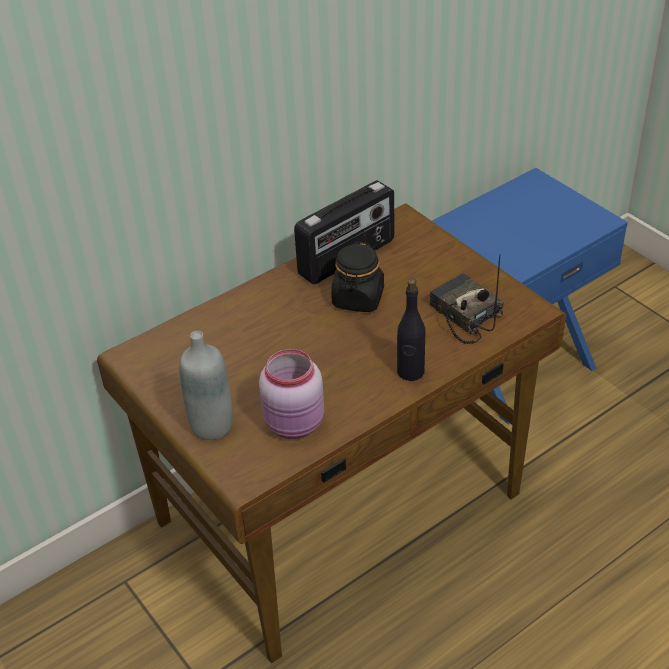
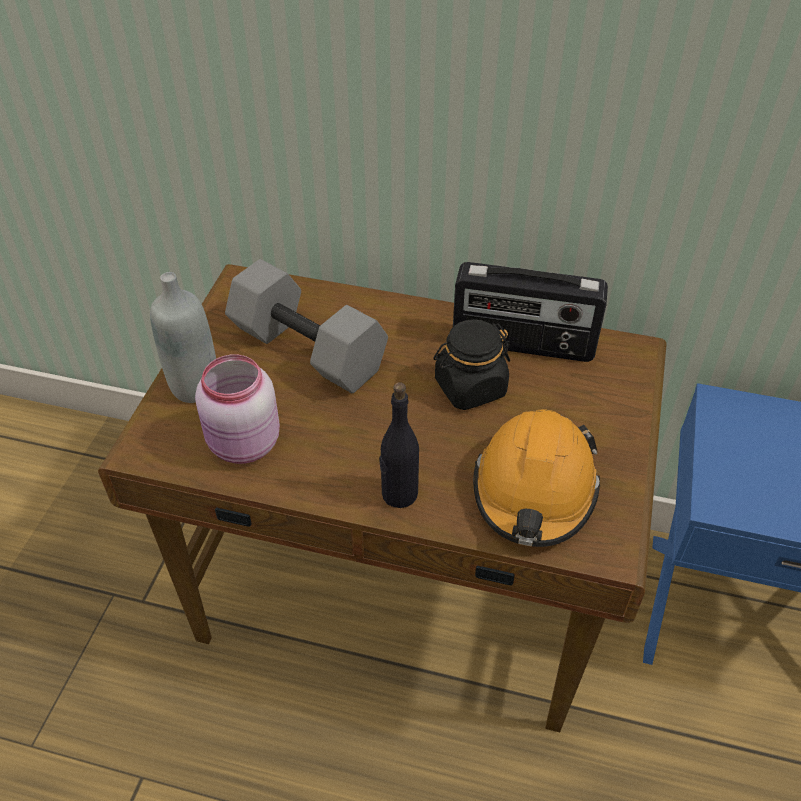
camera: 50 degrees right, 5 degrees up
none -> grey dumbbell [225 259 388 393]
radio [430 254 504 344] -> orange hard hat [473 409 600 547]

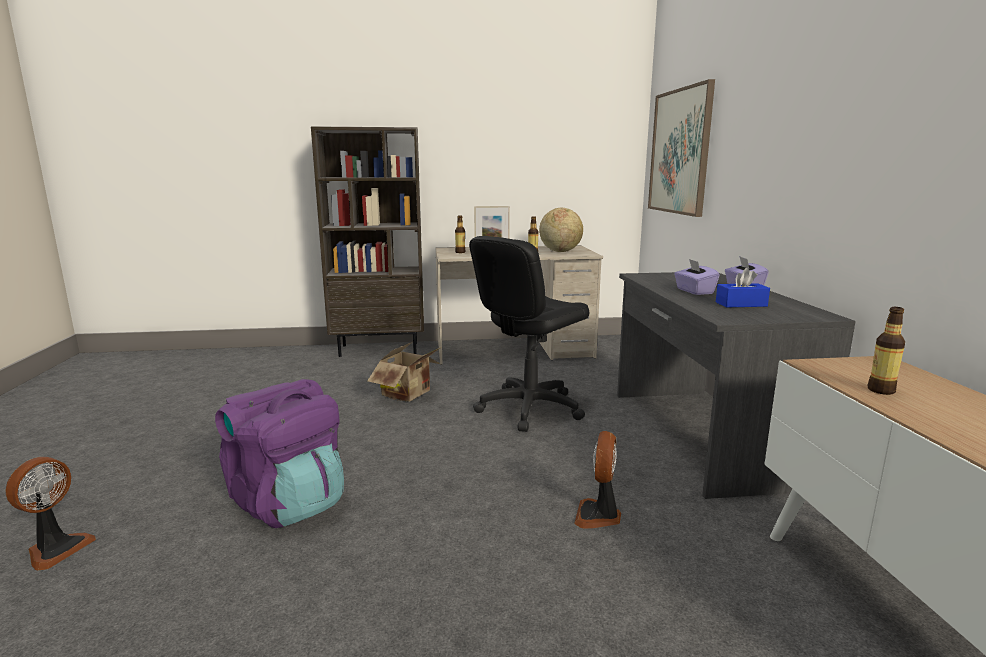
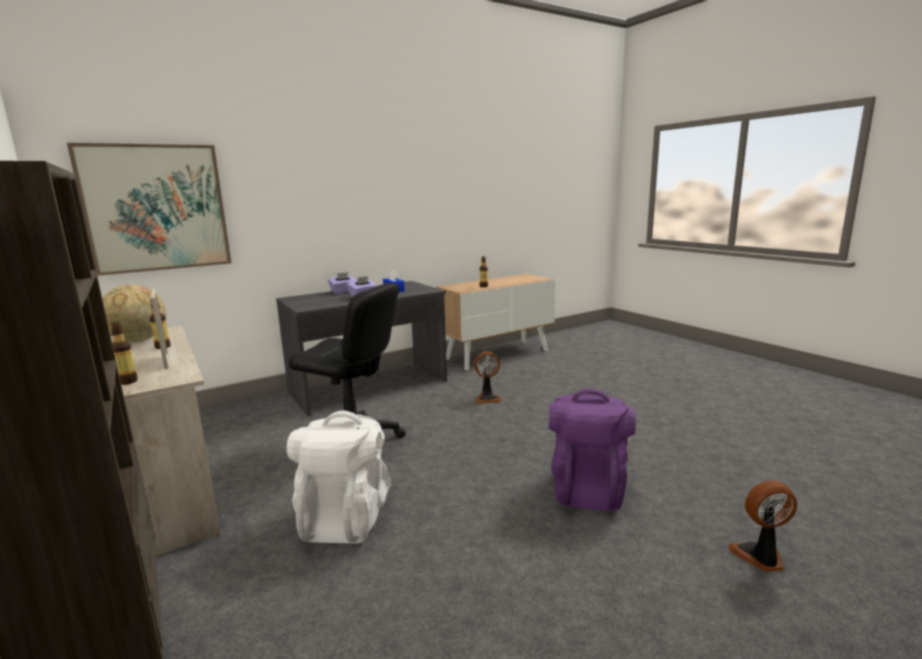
camera: 115 degrees left, 0 degrees up
cardboard box [367 342 440 402] -> white backpack [287 411 391 544]

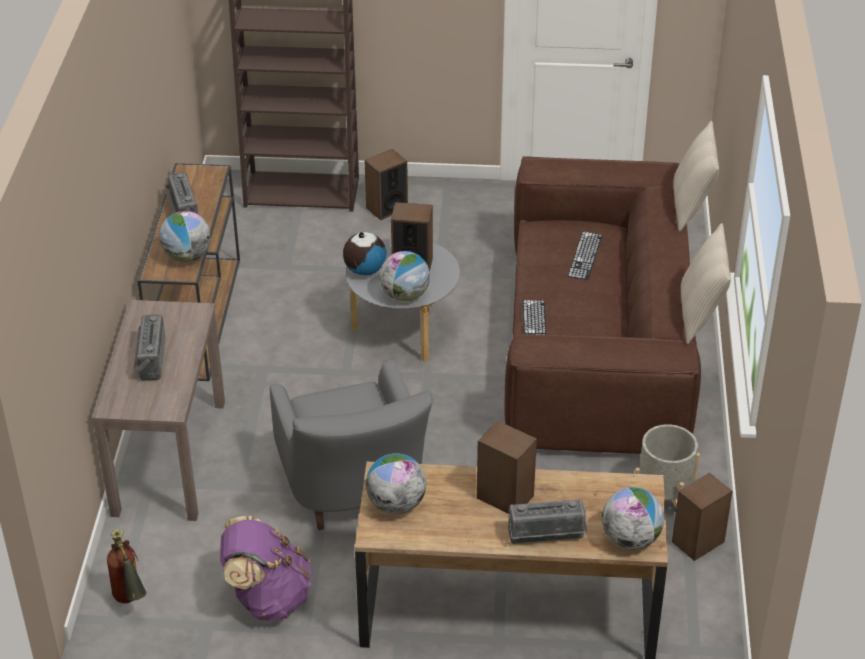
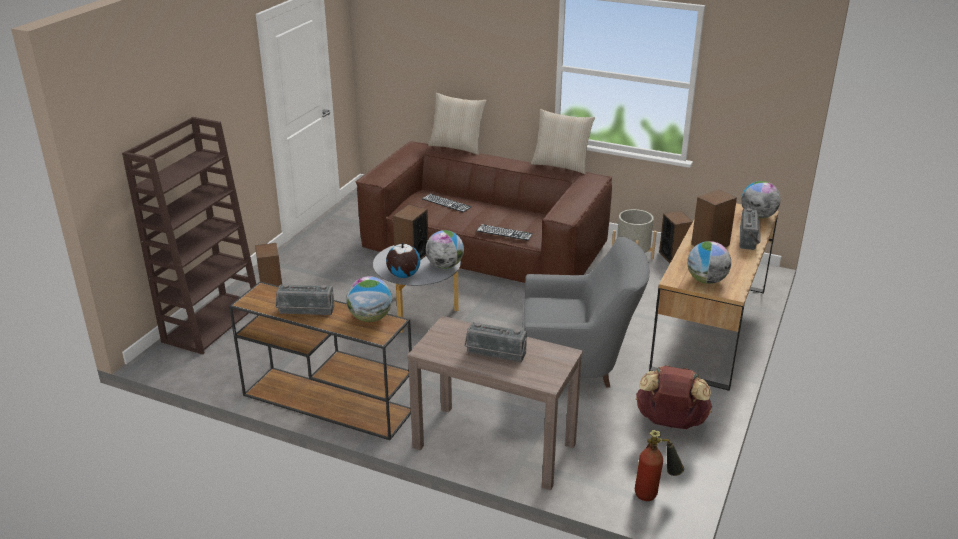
camera: 70 degrees left, 10 degrees down
purple backpack [220 516 311 620] -> brown backpack [636 365 712 429]

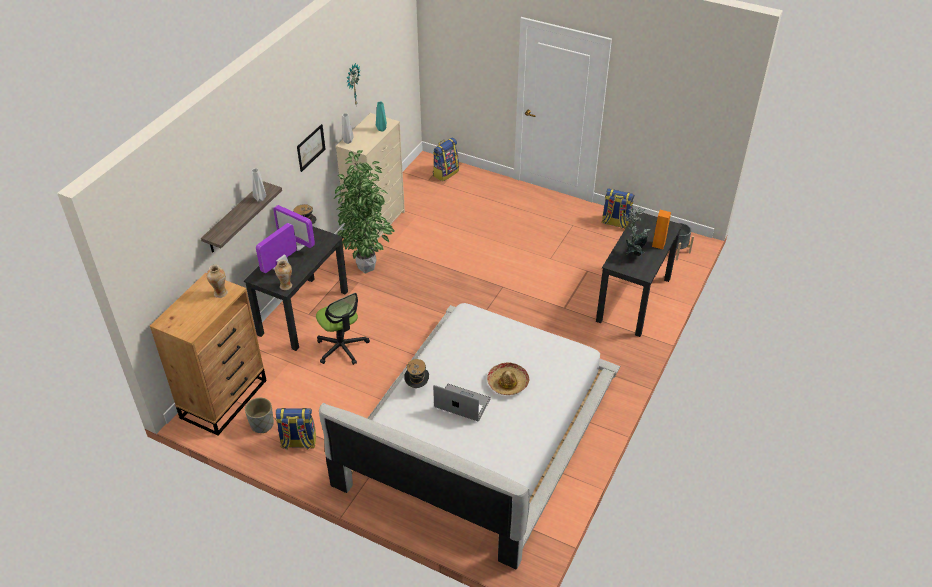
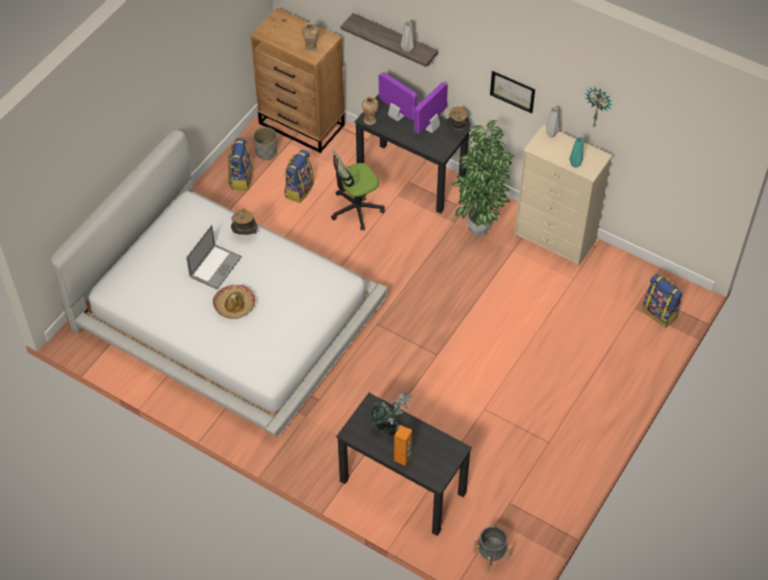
camera: 95 degrees right, 10 degrees up
backpack [602 188 634 229] -> backpack [284 149 314 203], relocated

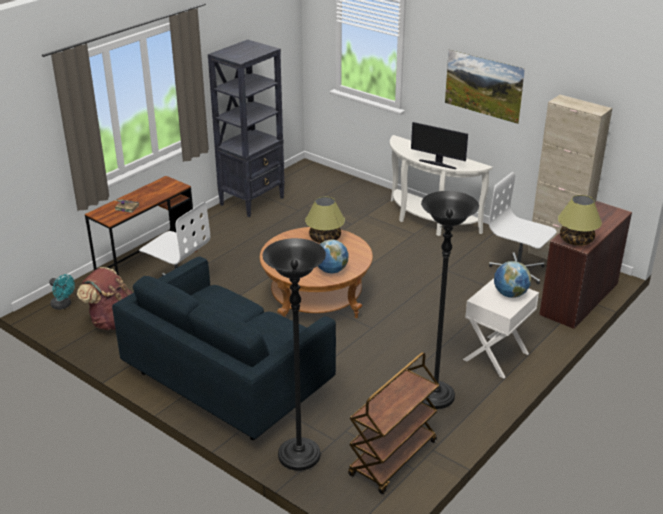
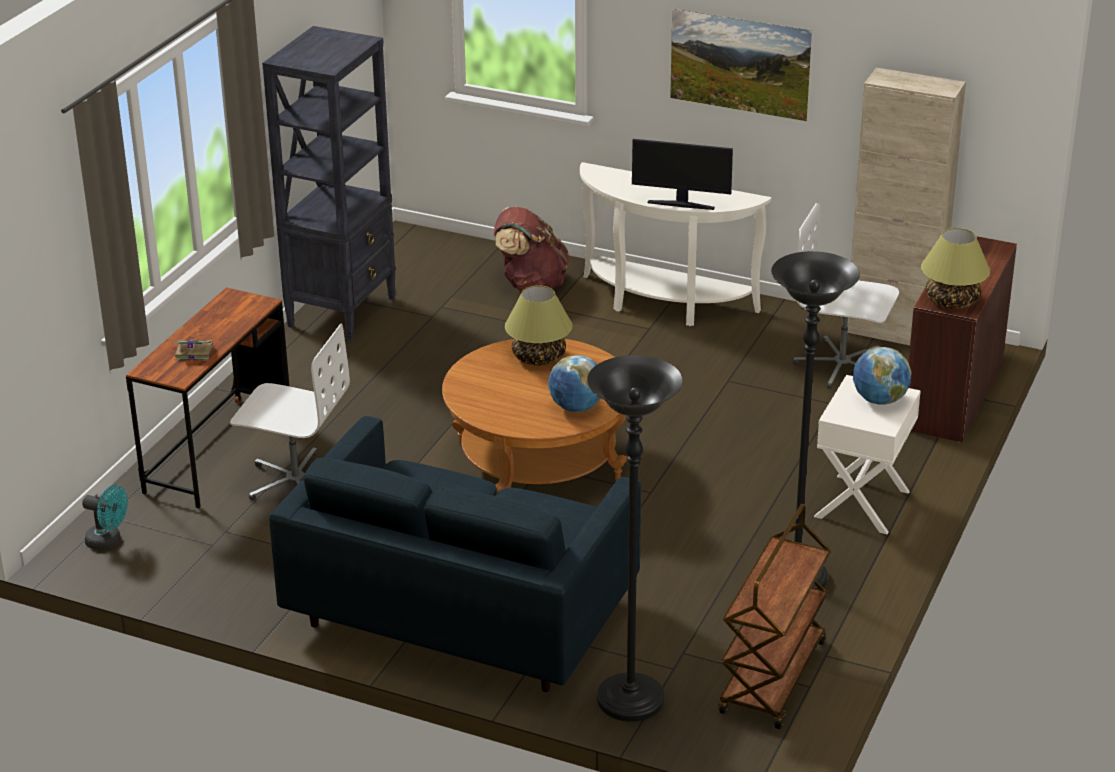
camera: 15 degrees left, 0 degrees up
brown backpack [77 267 133 330] -> brown backpack [494 207 569 291], relocated

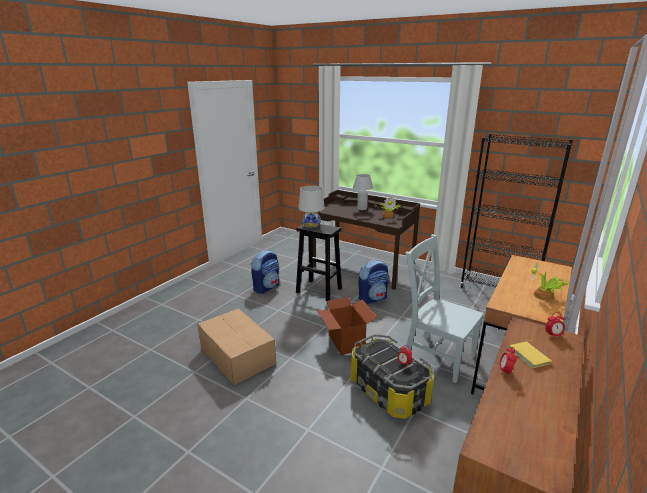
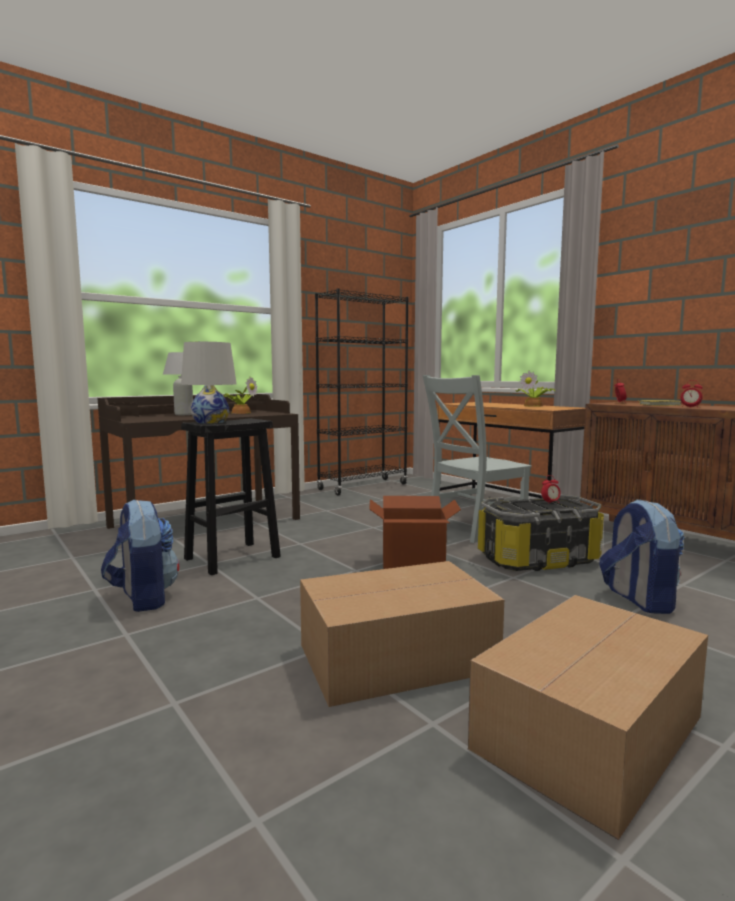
camera: 70 degrees left, 15 degrees down
none -> cardboard box [468 595 708 840]
backpack [358 260 389 304] -> backpack [600 499 685 614], relocated

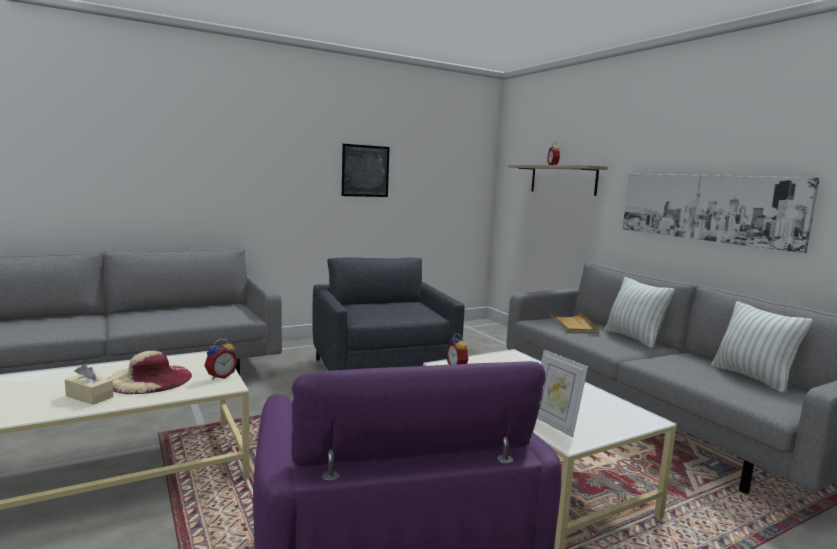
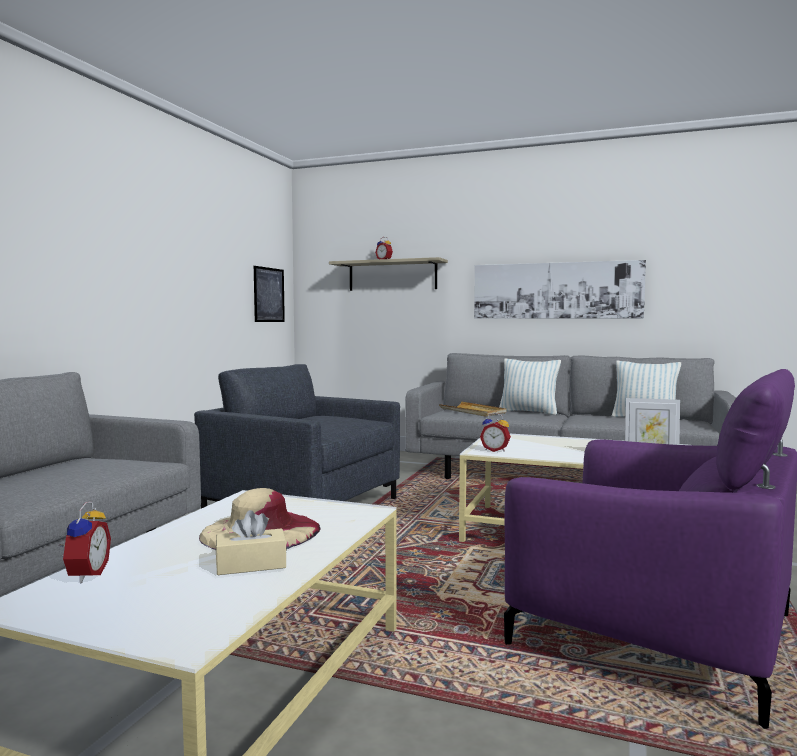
camera: 40 degrees left, 5 degrees down
alarm clock [204 339 238 380] -> alarm clock [60 502 111 583], relocated
picture [342 144 390 197] -> picture [254 266 285 322], relocated

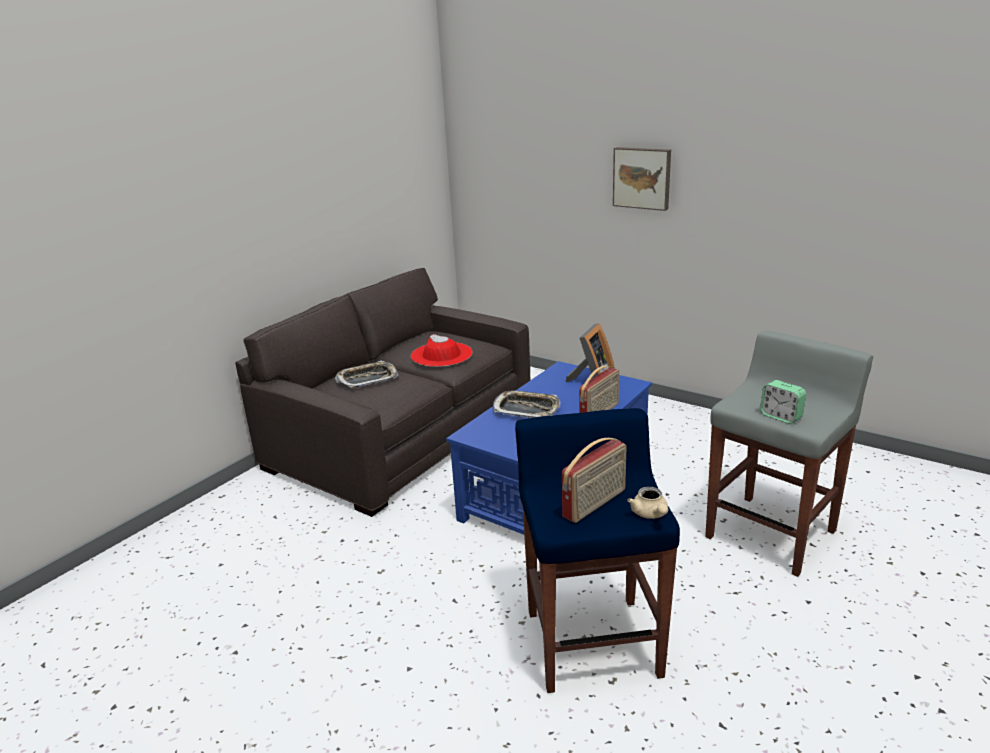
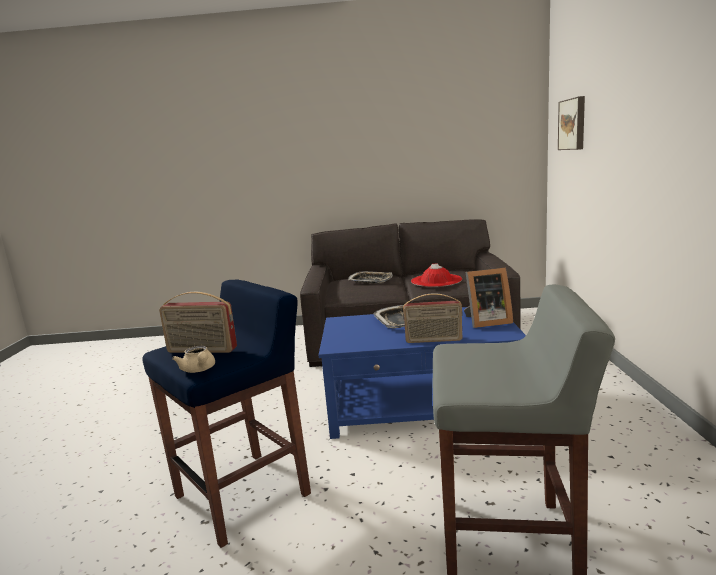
camera: 55 degrees right, 10 degrees down
alarm clock [760 380 806 424] -> none
picture [613 147 671 211] -> picture [558 96 585 150], relocated
beige teapot [627 487 668 519] -> beige teapot [172 346 215 373], 75 degrees counterclockwise

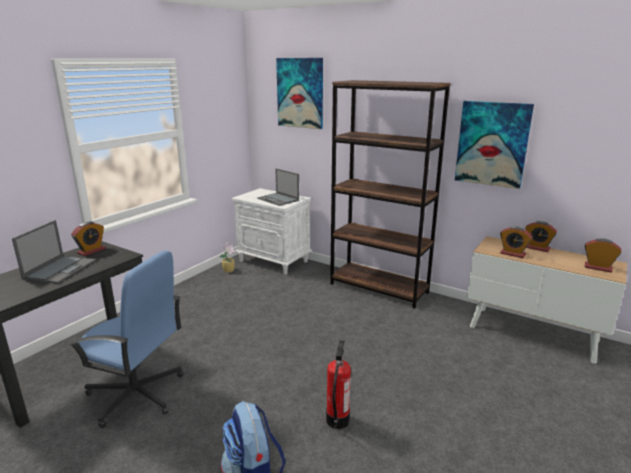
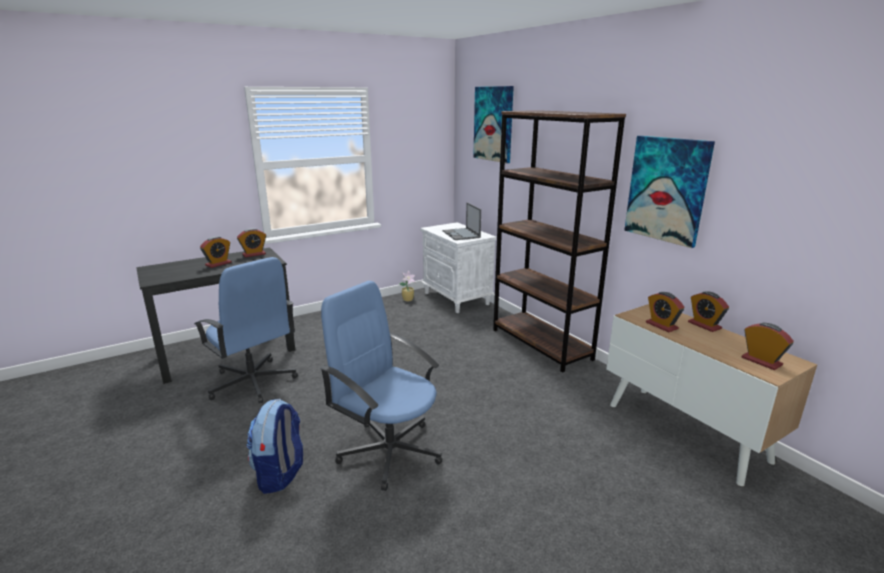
camera: 25 degrees right, 0 degrees up
laptop [12 220 96 284] -> alarm clock [200 236 232 268]
fire extinguisher [326 340 351 429] -> blue office chair [320 281 443 491]

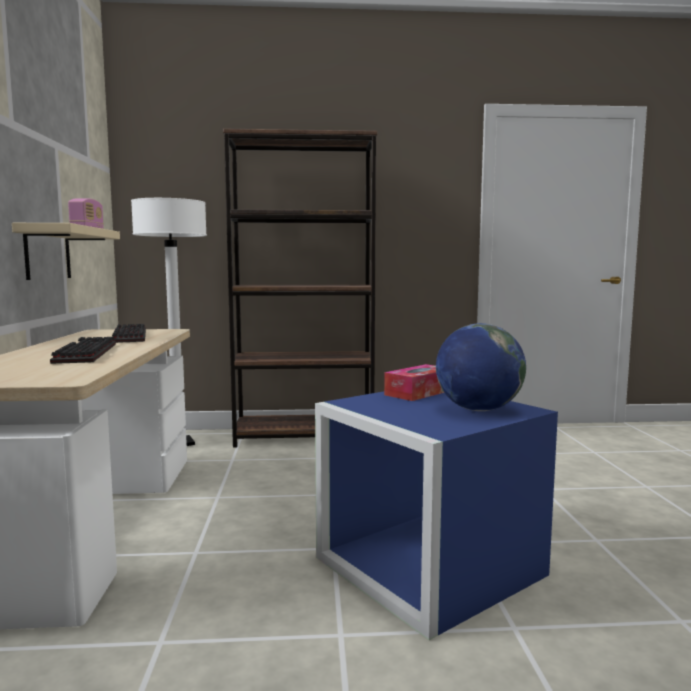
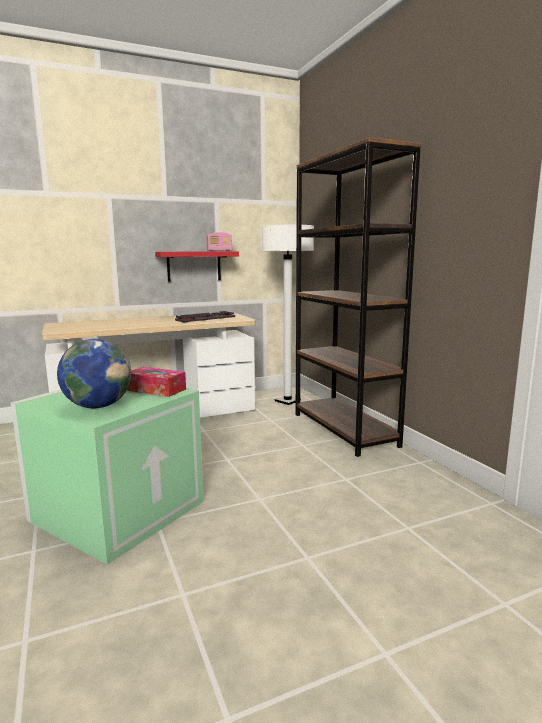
camera: 70 degrees right, 5 degrees up
keyboard [50 337 116 364] -> none
beige shelf [12 223 120 280] -> red shelf [155 251 239 282]
blue storage box [315 391 558 640] -> green storage box [11 388 204 564]

